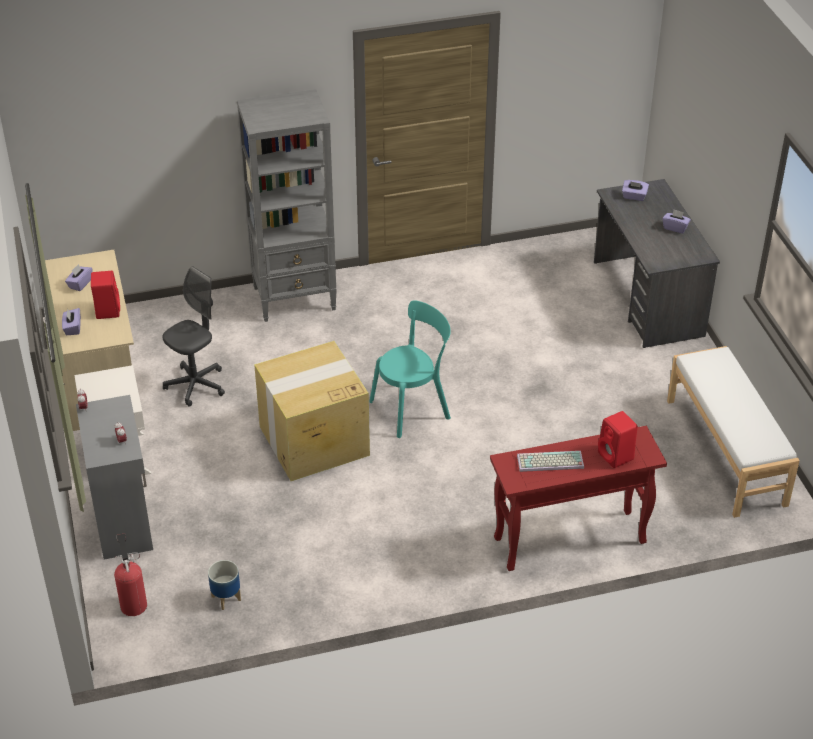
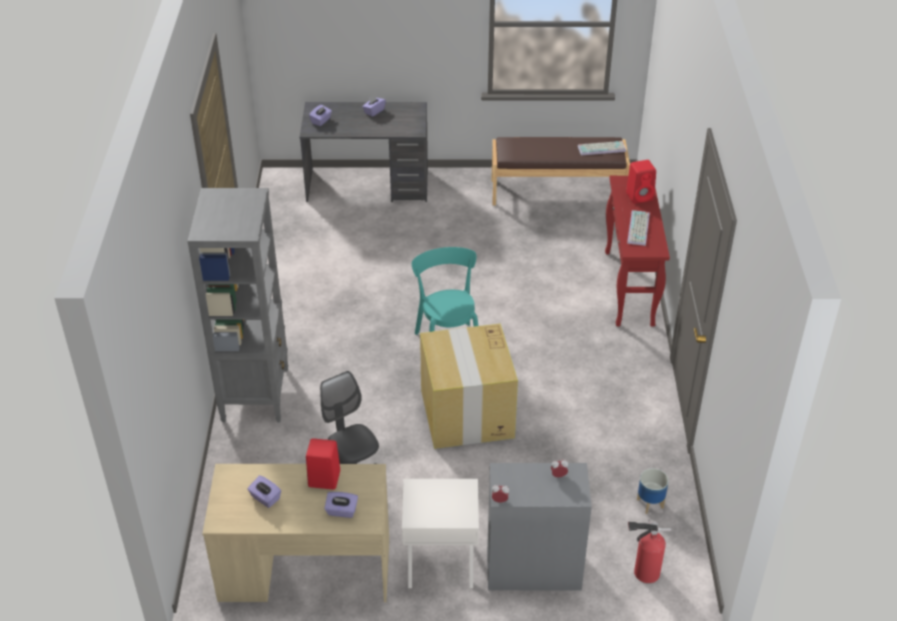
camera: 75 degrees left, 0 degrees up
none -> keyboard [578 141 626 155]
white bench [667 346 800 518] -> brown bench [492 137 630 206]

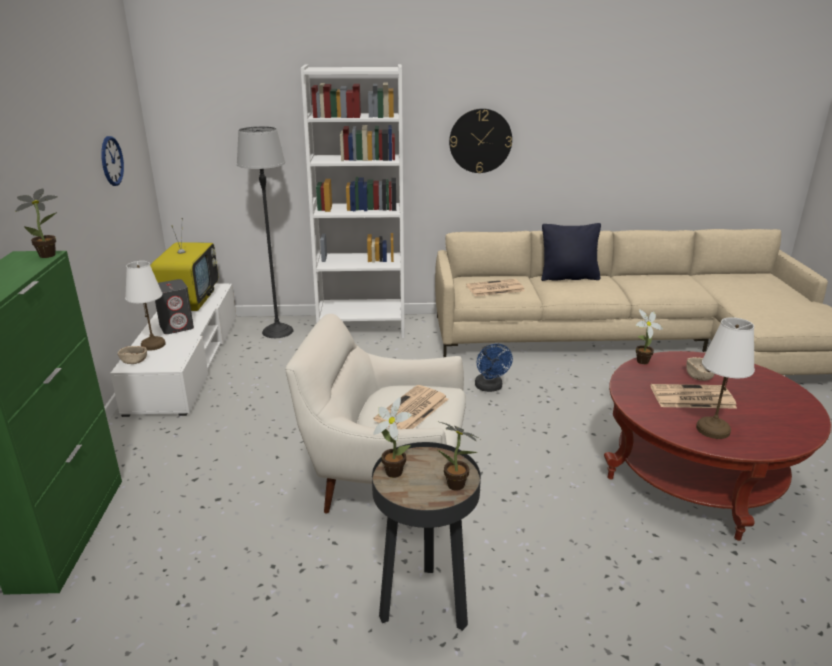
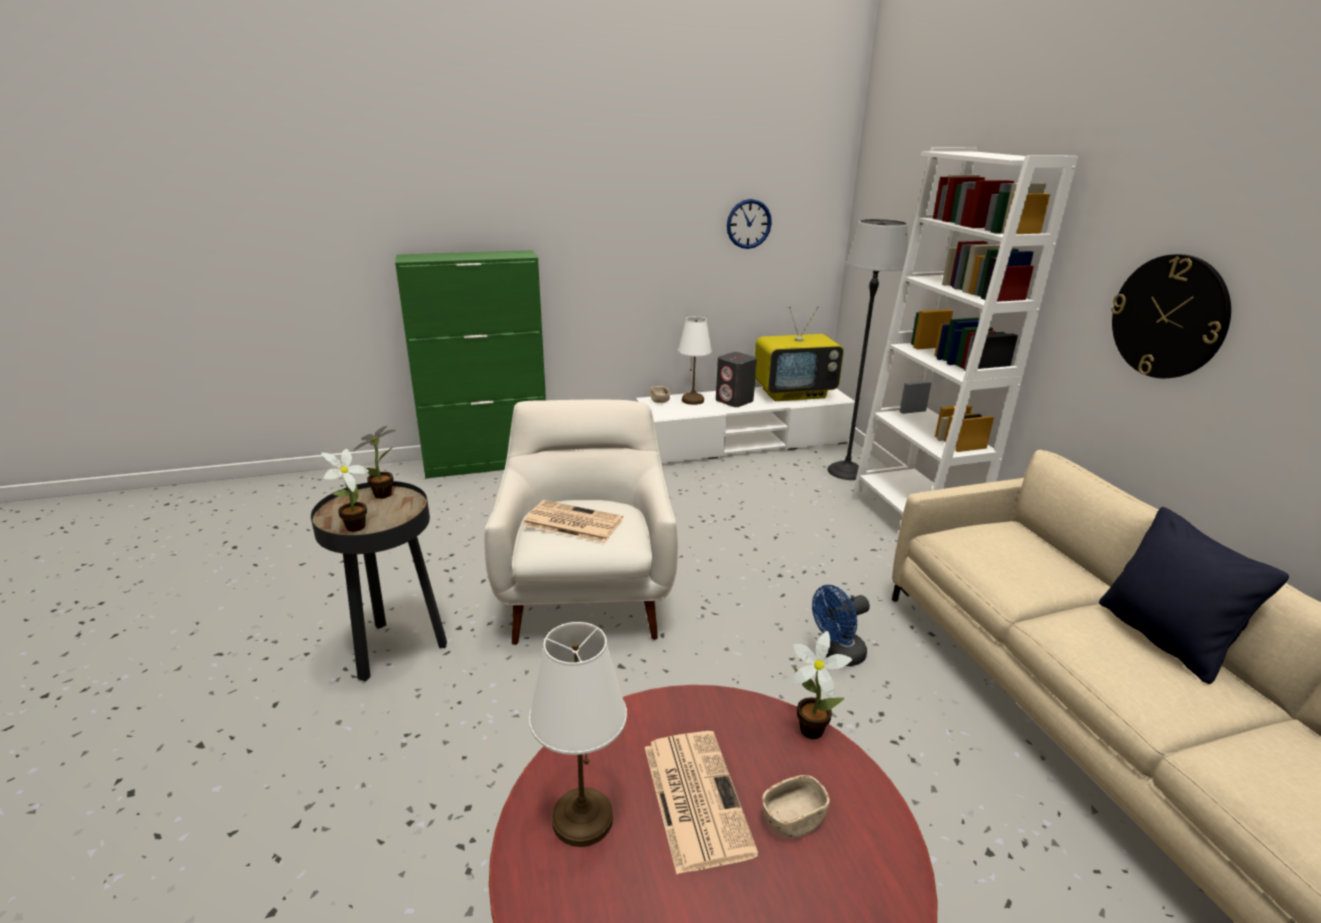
camera: 75 degrees right, 0 degrees up
potted plant [15 188 58 258] -> none
newspaper [466 279 525 296] -> none

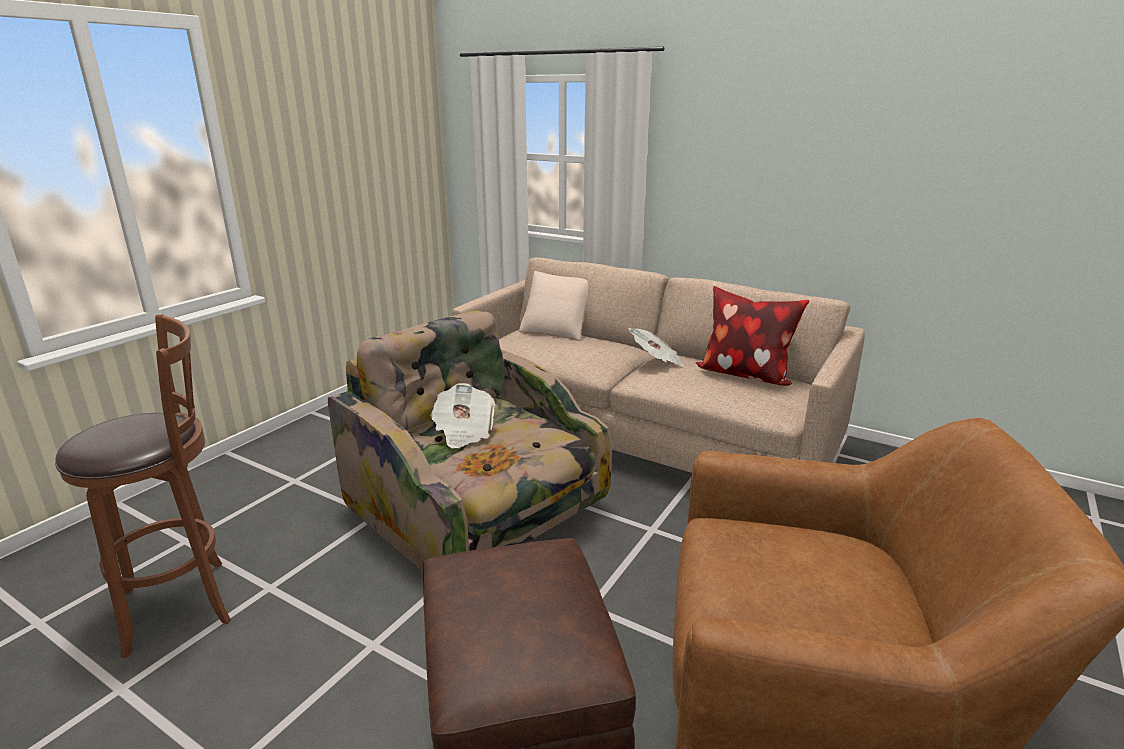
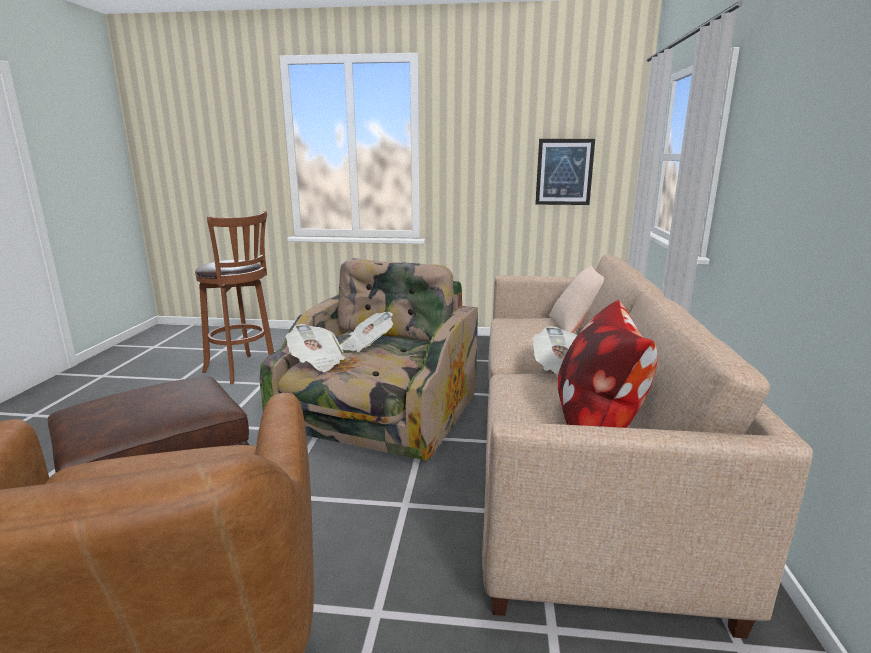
camera: 65 degrees right, 5 degrees down
none -> newspaper [286 324 345 372]
none -> picture [535 139 595 205]

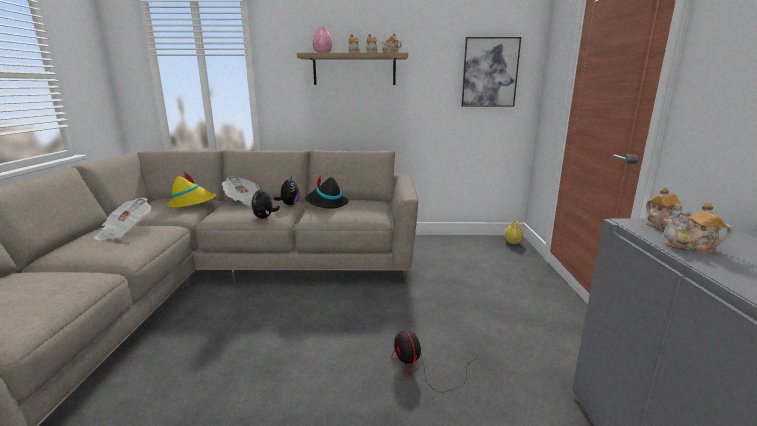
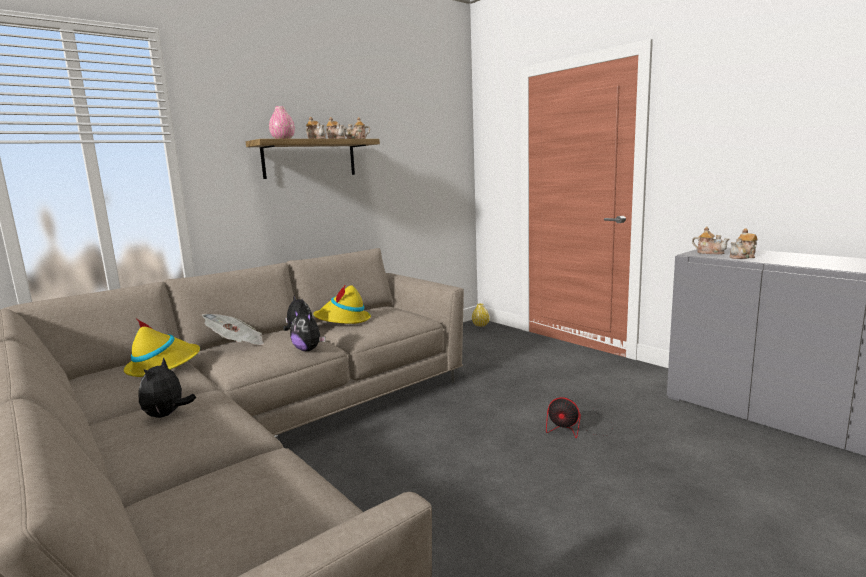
camera: 40 degrees left, 5 degrees down
picture [461 37 521 106] -> none
newspaper [94 198 151 240] -> plush toy [139 357 196 418]
black hat [305 175 349 208] -> yellow hat [313 284 371 324]

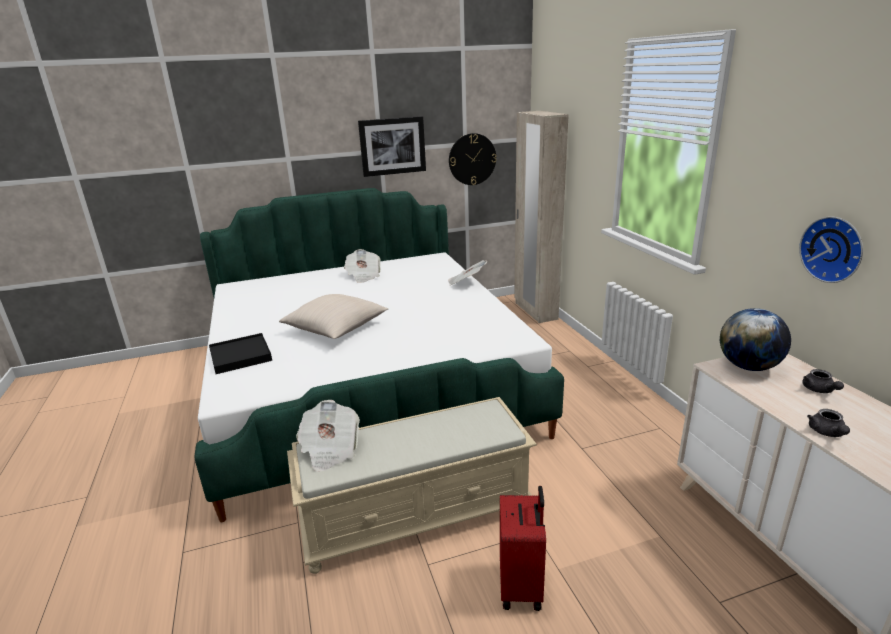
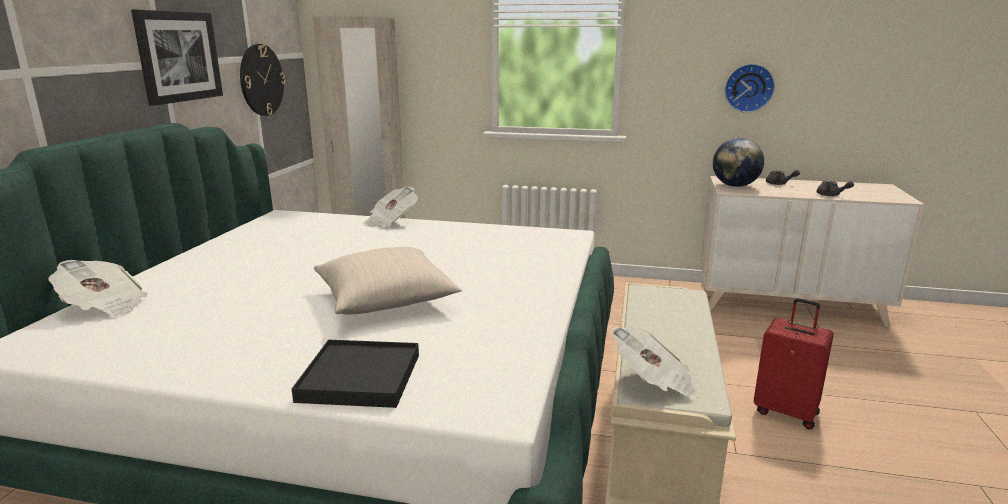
camera: 60 degrees left, 5 degrees down
newspaper [344 249 381 283] -> newspaper [48 260 148 317], relocated

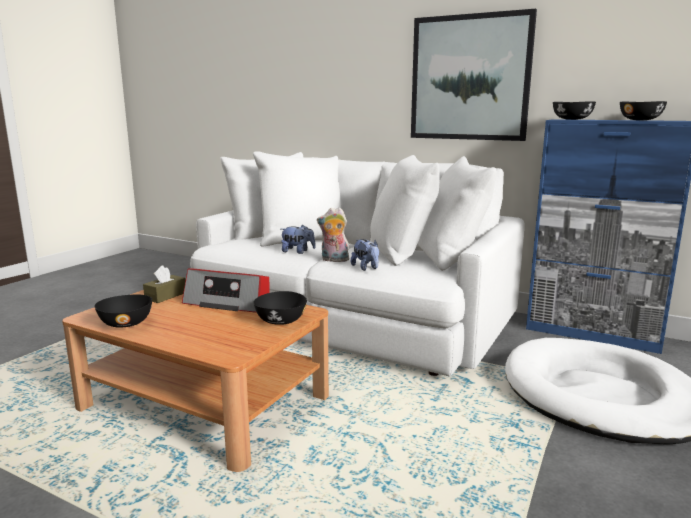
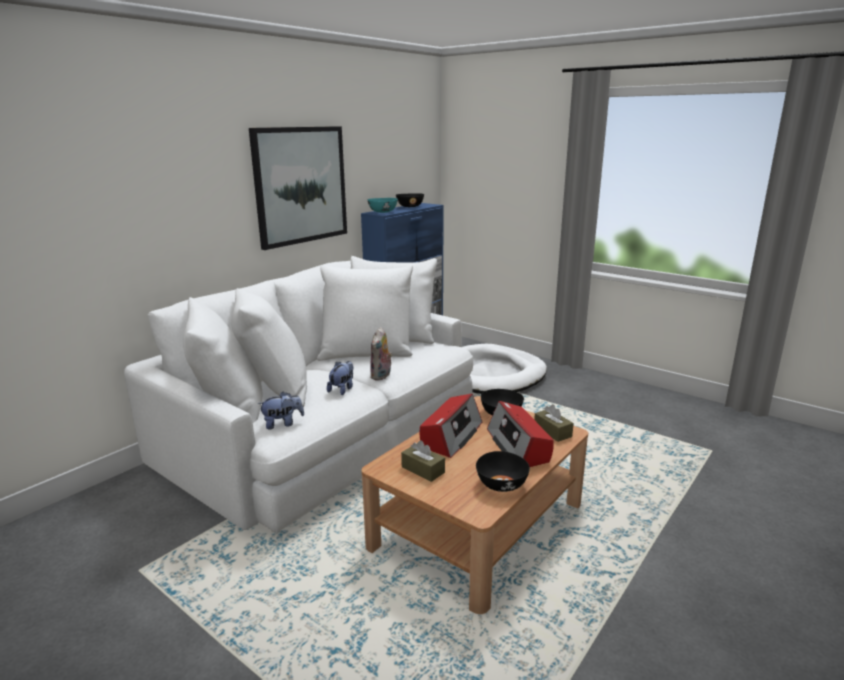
camera: 80 degrees left, 5 degrees up
none -> radio [487 401 554 467]
none -> brown tissue box [534 404 574 442]
plush toy [351 239 379 271] -> plush toy [258 392 304 430], relocated
black bowl [553 101 596 120] -> turquoise bowl [367 198 398 213]

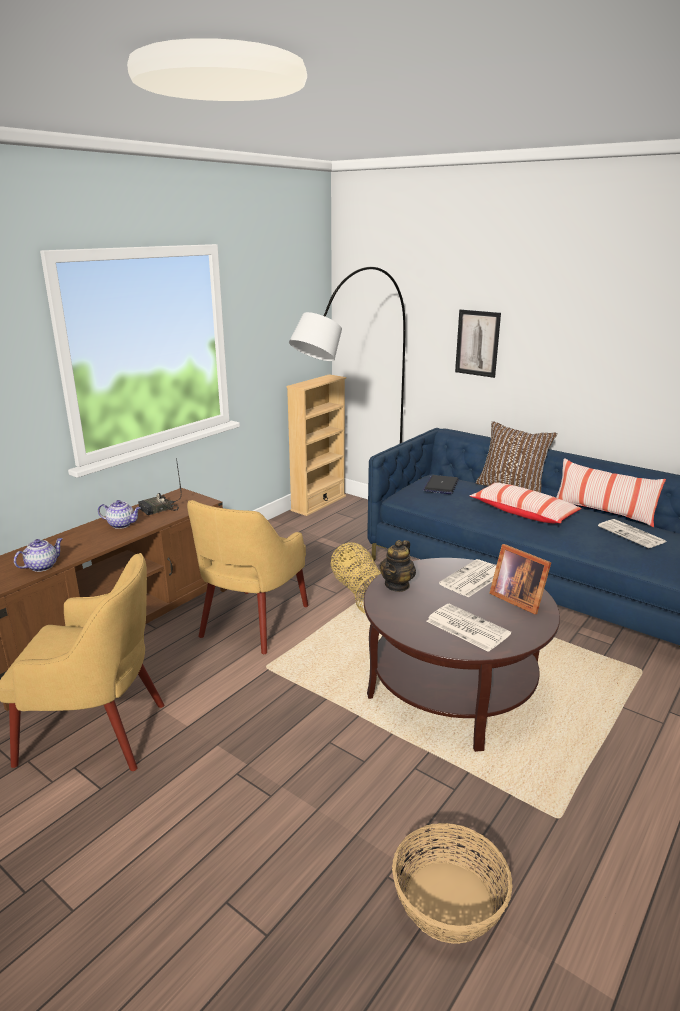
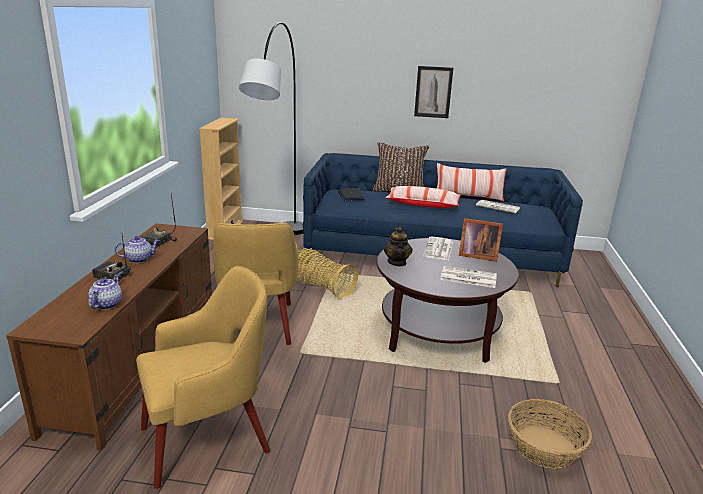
camera: 30 degrees left, 0 degrees up
none -> radio [92 236 132 285]
picture [455 309 501 378] -> picture [414 66 453 118], relocated

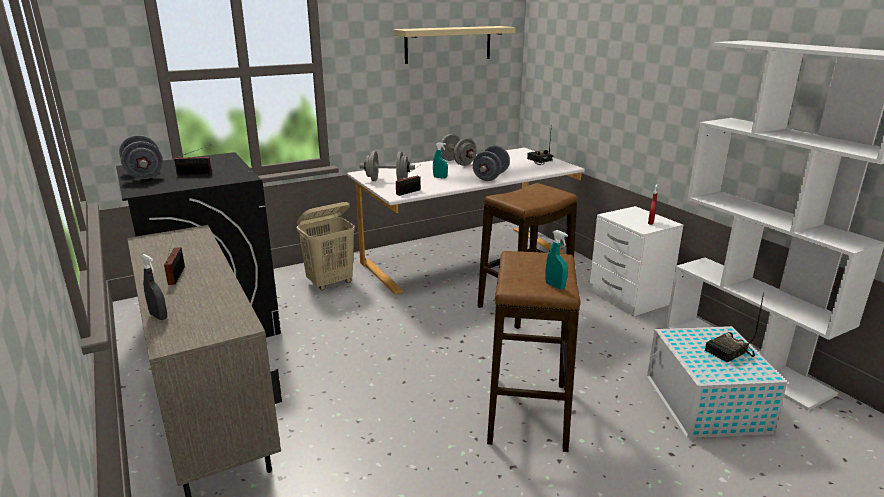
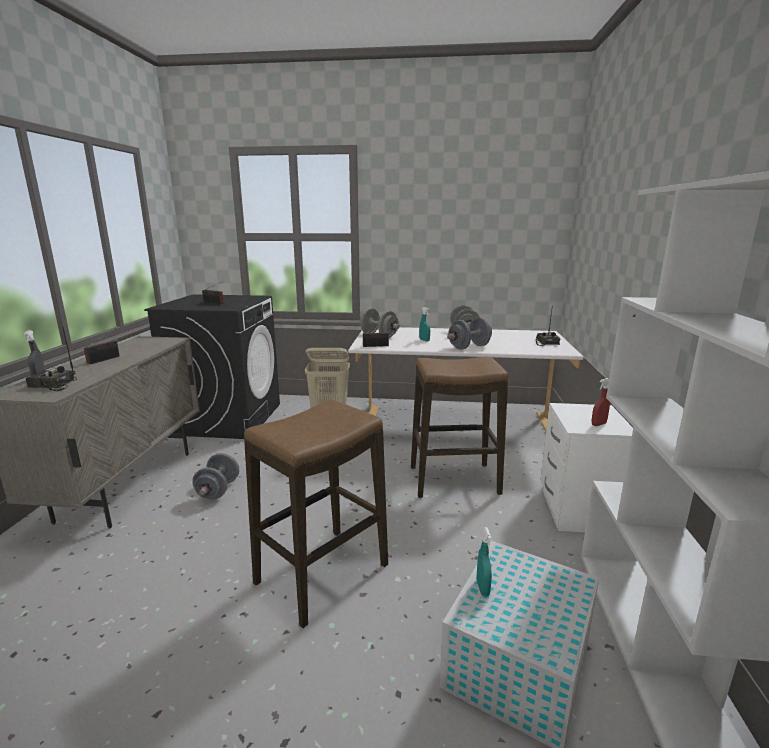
camera: 35 degrees right, 5 degrees down
beige shelf [393 26 515 64] -> none
grey dumbbell [119 135 163 179] -> grey dumbbell [192 453 239 500], relocated
turquoise spray bottle [545 230 568 290] -> turquoise spray bottle [477 527 492 597], relocated
radio [705 293 764 363] -> radio [25 327 77 391], relocated

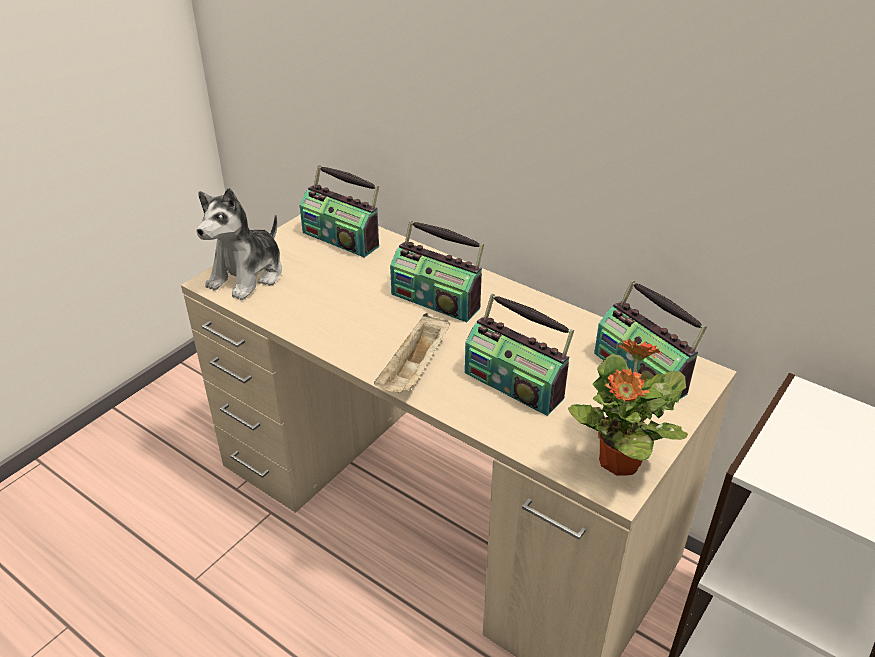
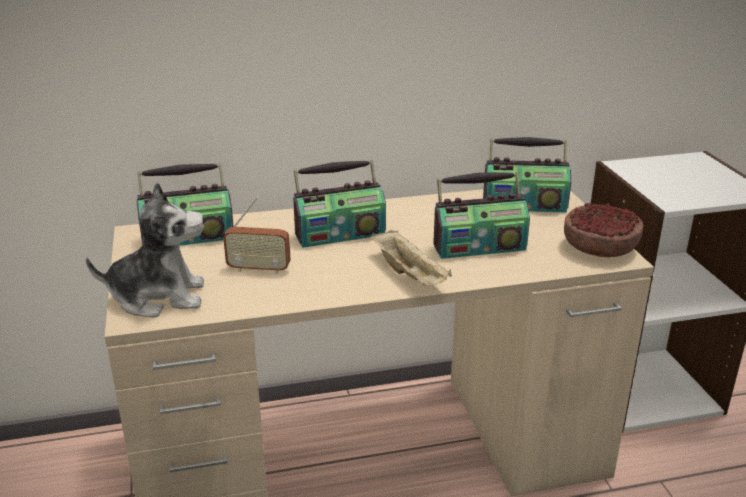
camera: 50 degrees left, 10 degrees down
none -> radio [223 197 291 274]
potted plant [568 339 688 476] -> bowl [564 203 643 257]
plush toy [196 188 282 300] -> plush toy [86 182 204 317], 75 degrees counterclockwise

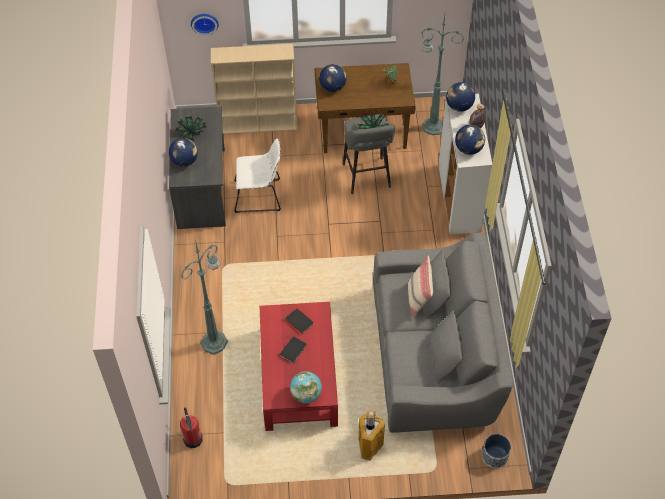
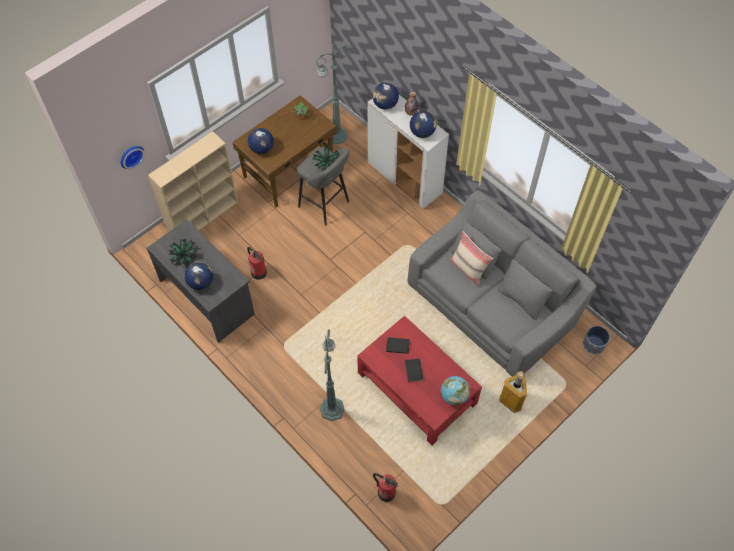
camera: 40 degrees left, 5 degrees up
white chair [234 139 281 213] -> fire extinguisher [247 247 267 280]

